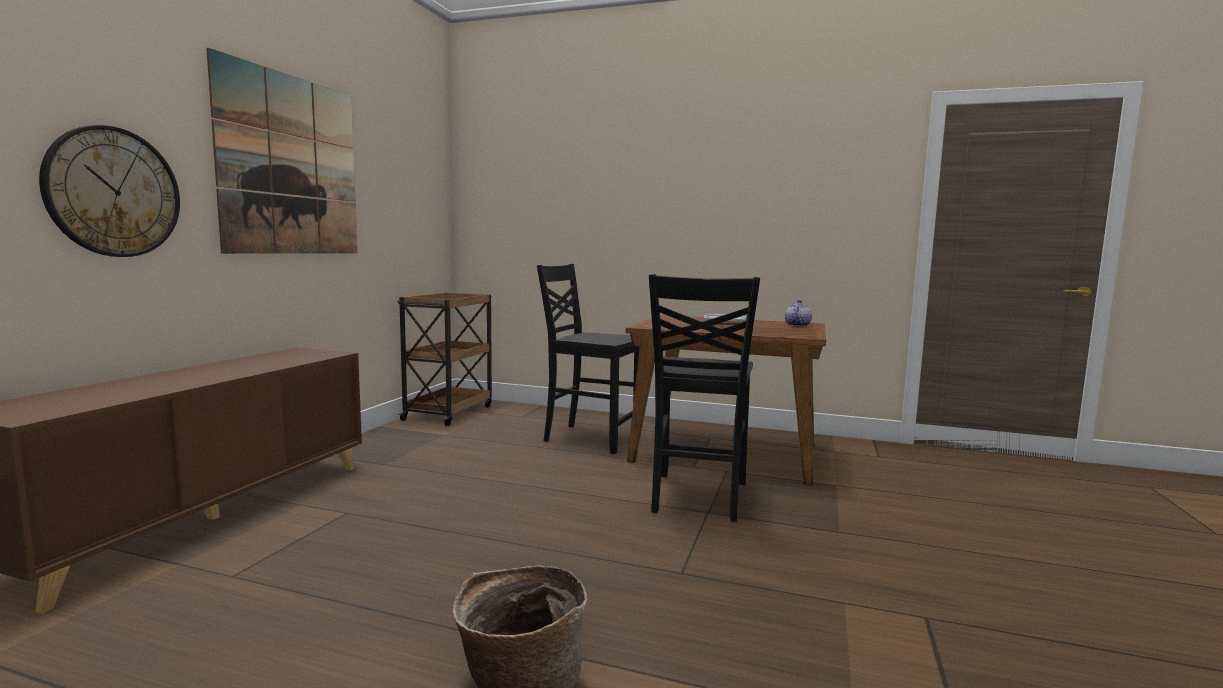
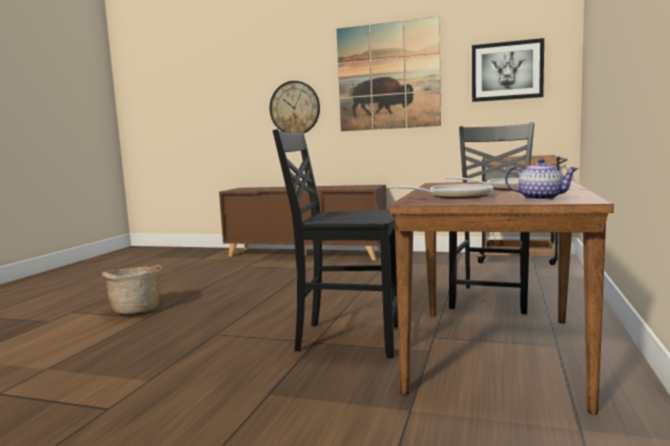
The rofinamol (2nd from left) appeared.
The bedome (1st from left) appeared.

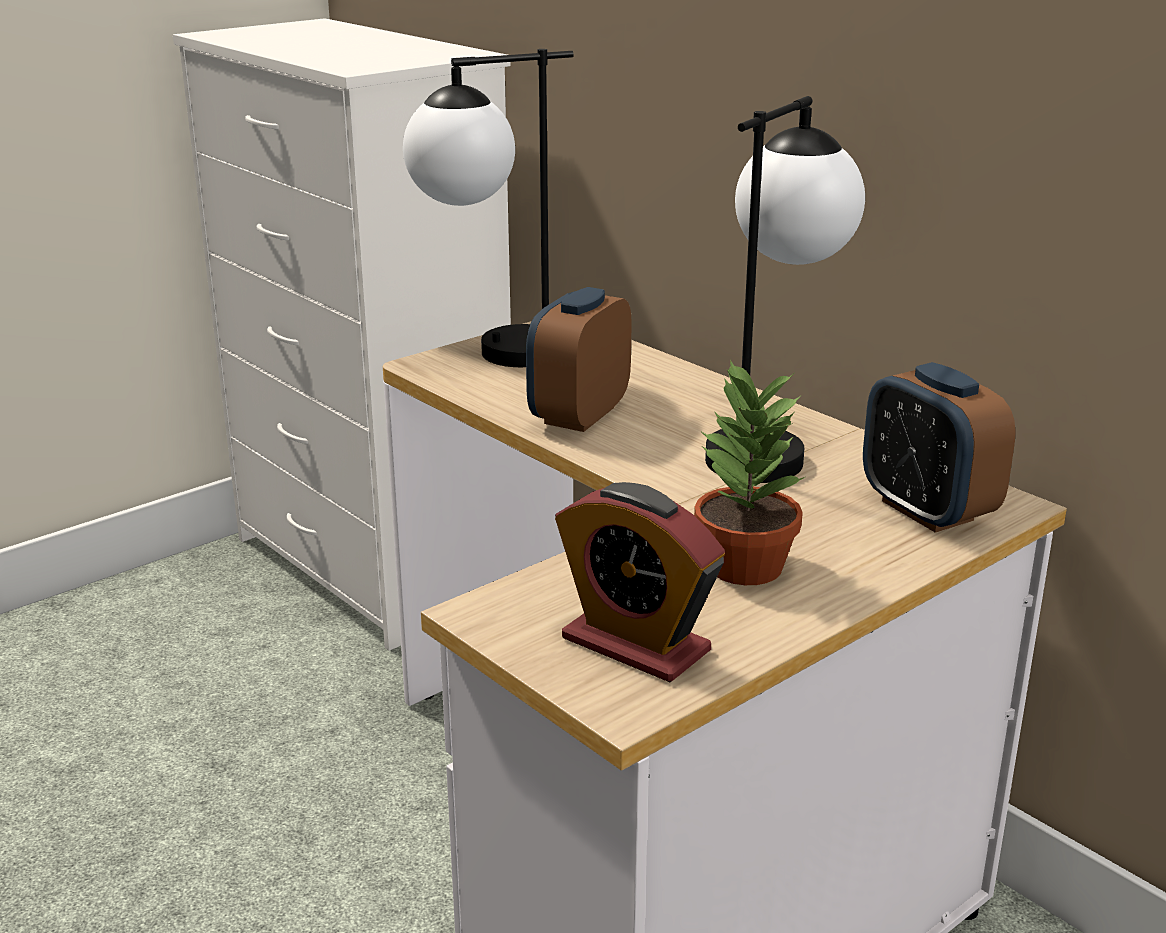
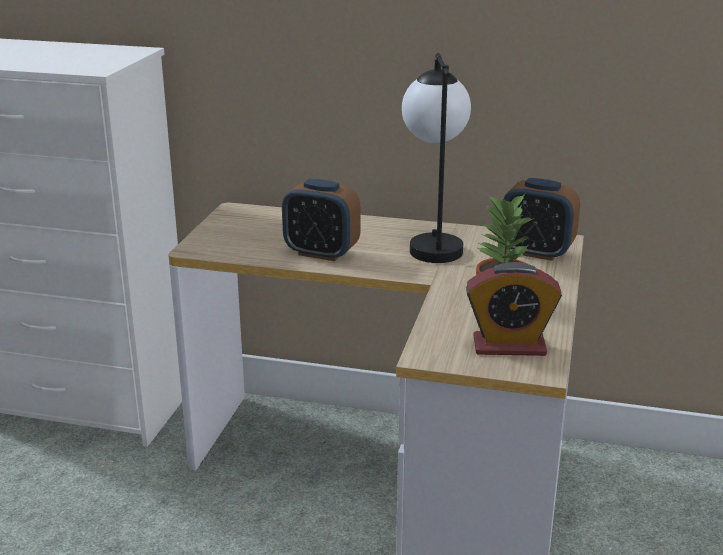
The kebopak (1st from left) disappeared.
The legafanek (1st from left) turned 60 degrees counterclockwise.

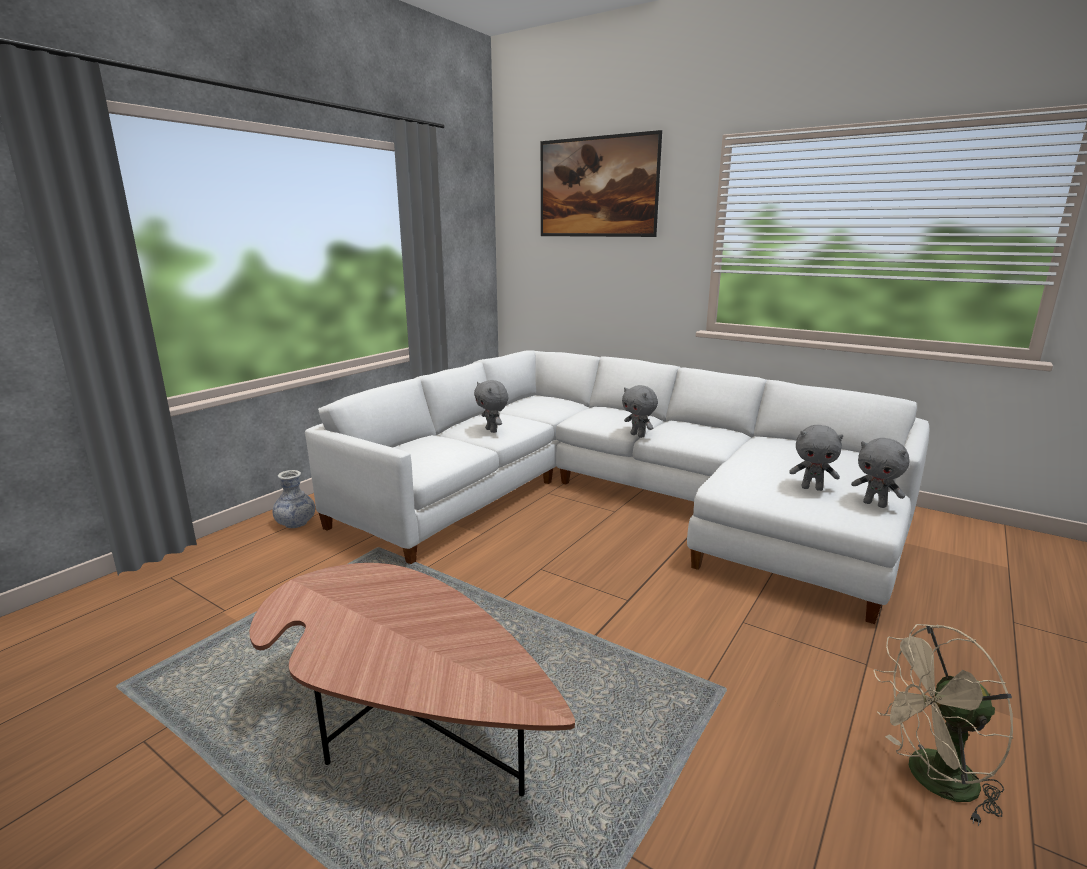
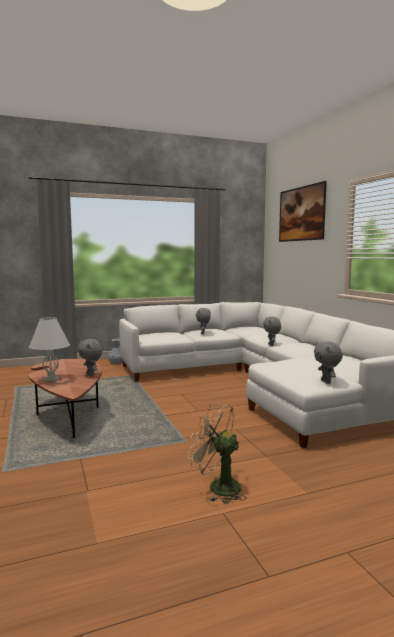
The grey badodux (3rd from left in the first image) moved.
The white kebopak appeared.

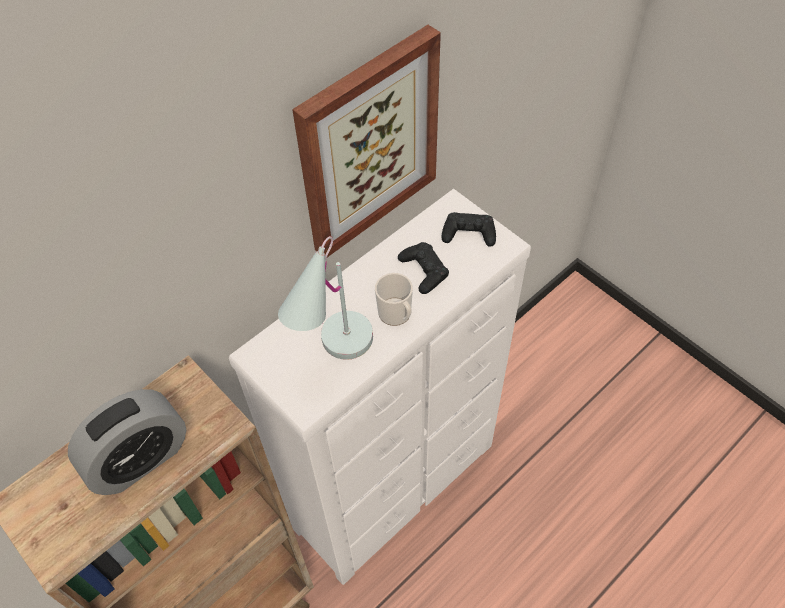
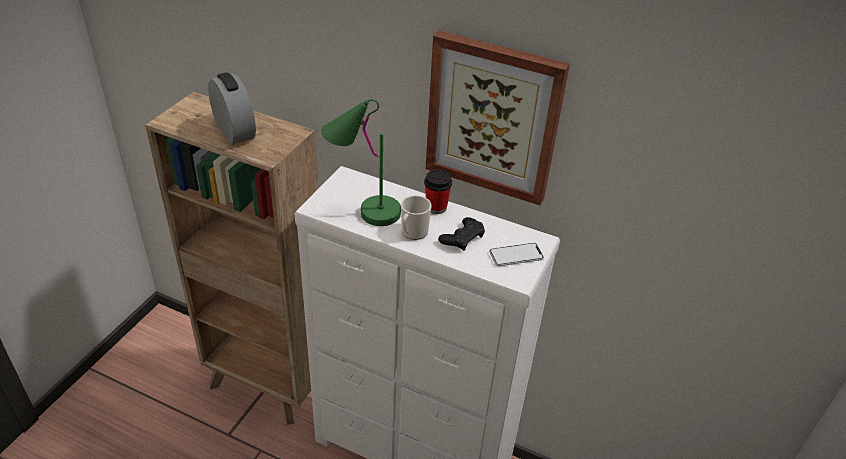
The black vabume (2nd from left) was replaced by the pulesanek.
The white kebopak became the green kebopak.
The legafanek turned 150 degrees counterclockwise.
The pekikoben appeared.

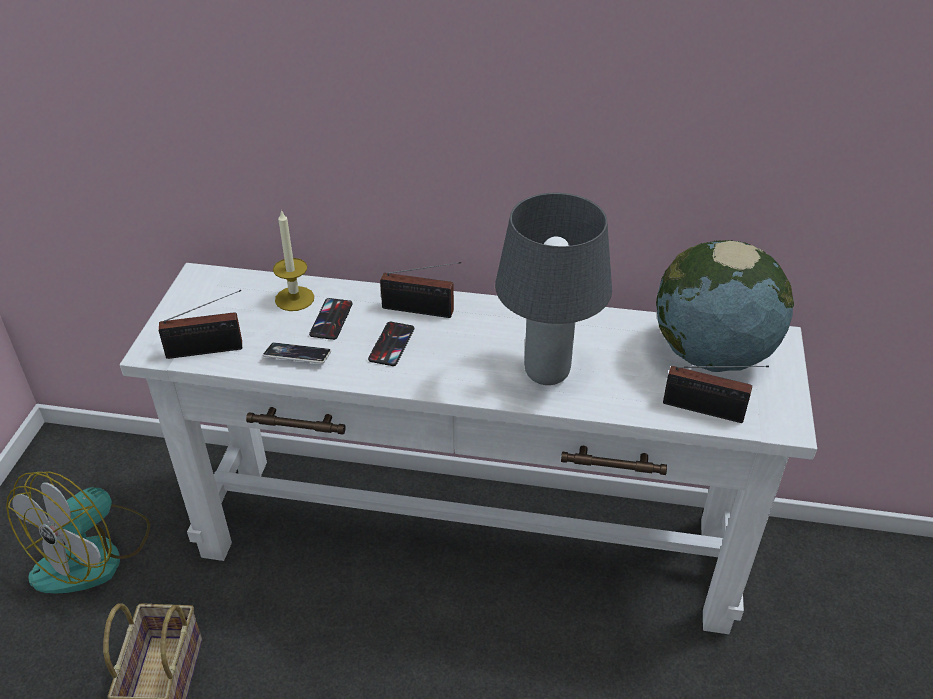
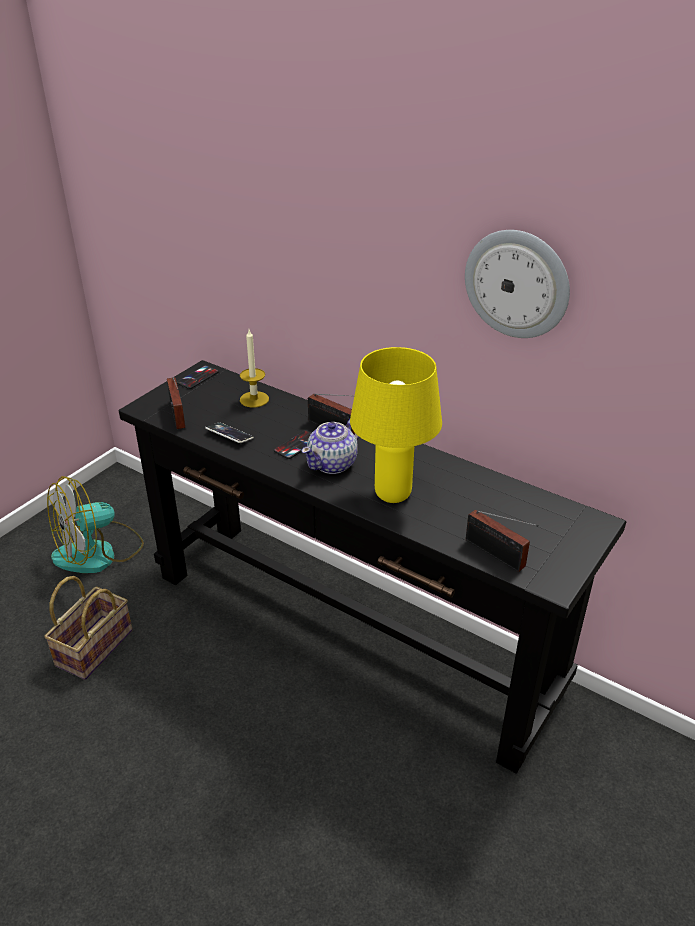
The grey kebopak became the yellow kebopak.
The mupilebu disappeared.
The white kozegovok became the black kozegovok.
The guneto (1st from left) turned 60 degrees clockwise.
The pulesanek (2nd from left in the first image) moved.
The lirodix appeared.
The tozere appeared.

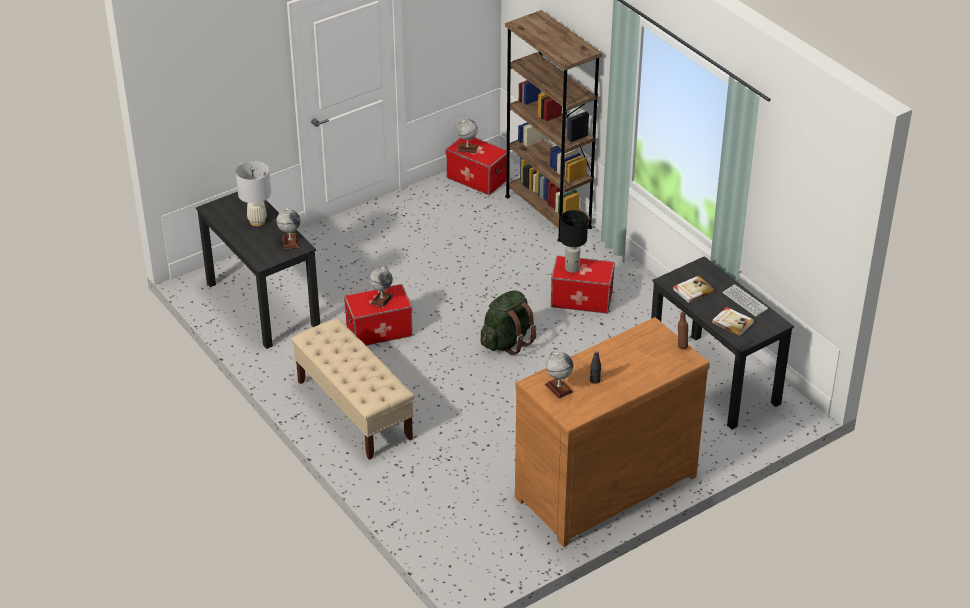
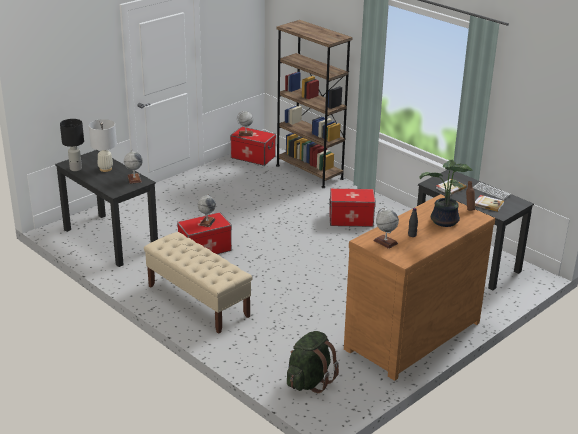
The black kebopak moved.
The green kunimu moved.
The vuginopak appeared.

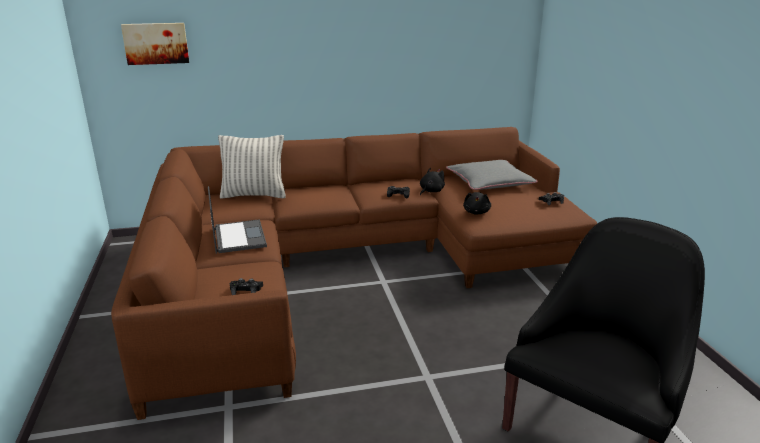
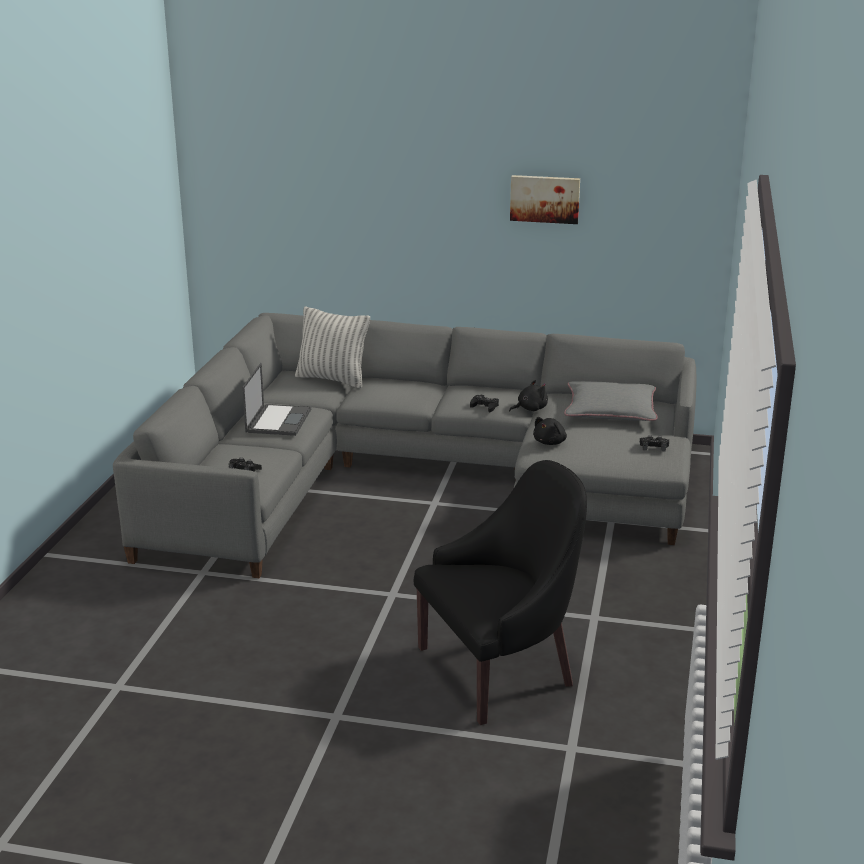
The rofinamol moved.
The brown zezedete became the grey zezedete.

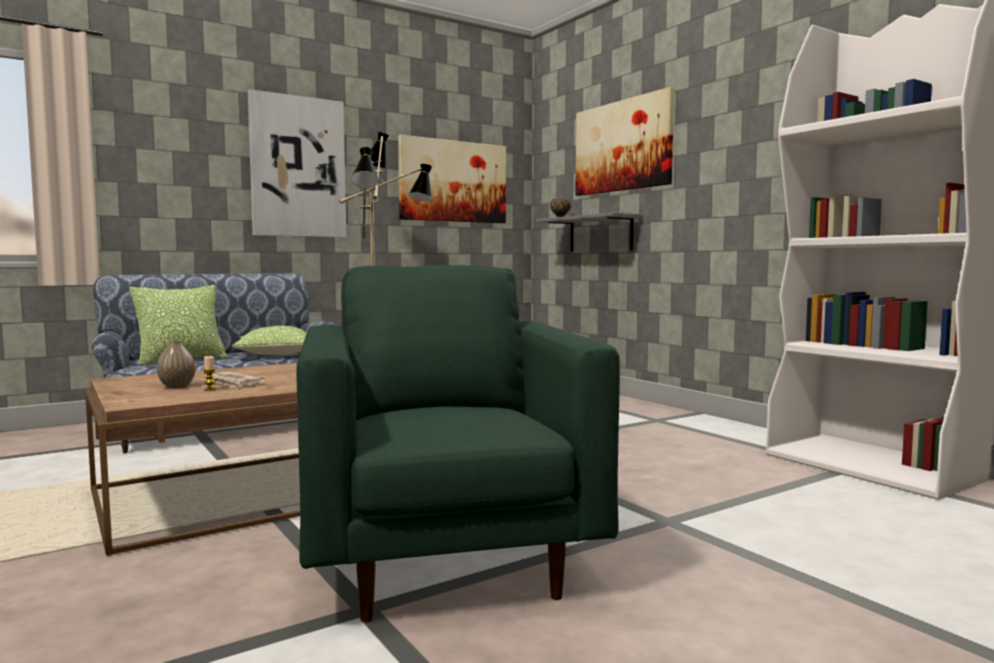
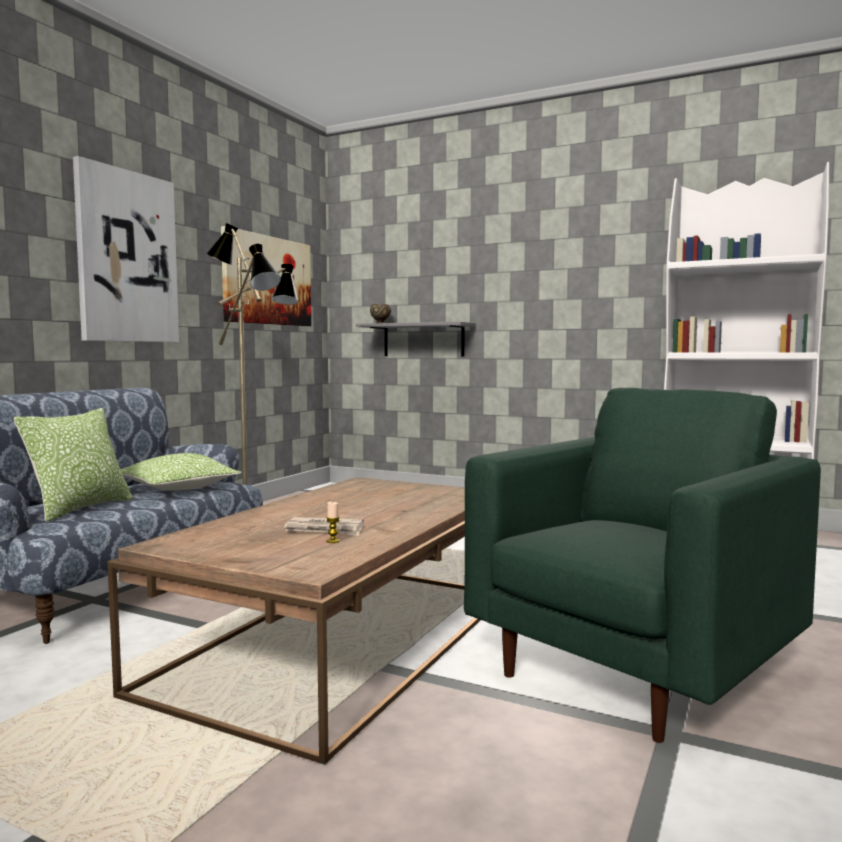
The rofinamol (3rd from left) disappeared.
The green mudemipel turned 90 degrees clockwise.
The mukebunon disappeared.

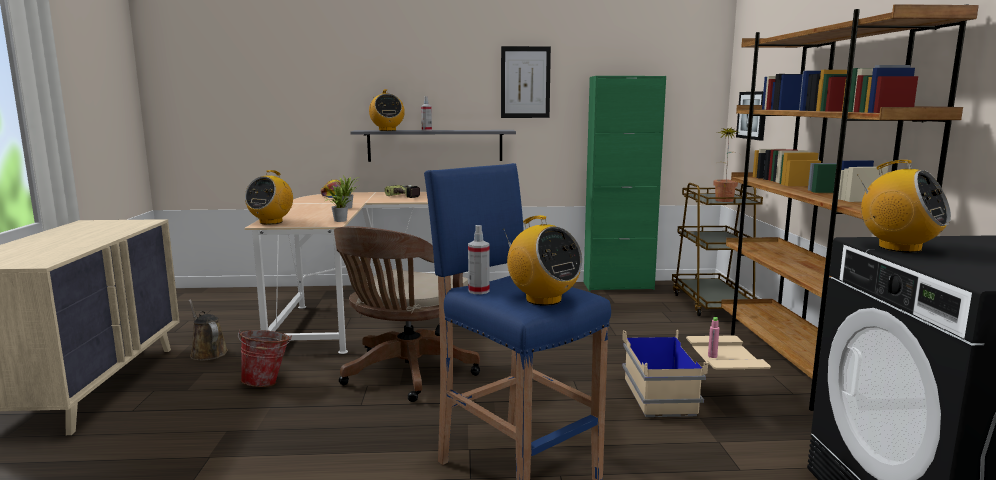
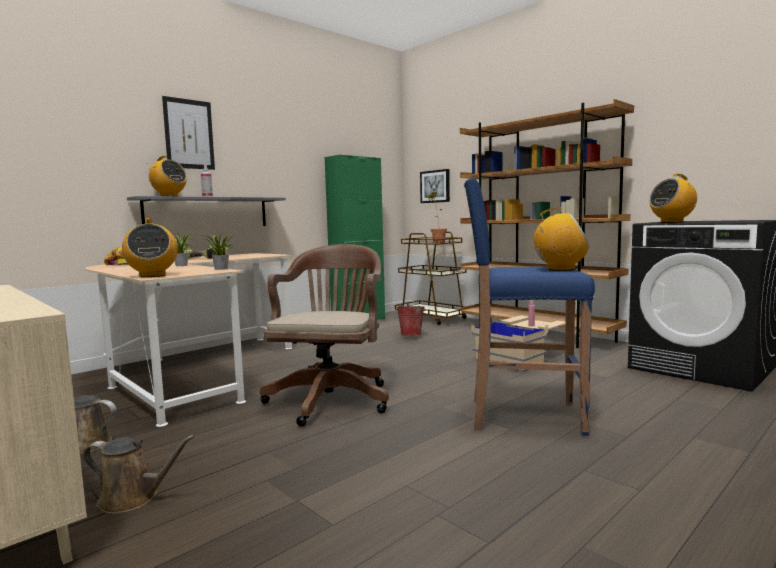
The rofinamol (1st from left) moved.
The guneto (4th from left) turned 150 degrees clockwise.
The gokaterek (2nd from left) disappeared.
The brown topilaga turned 150 degrees counterclockwise.
The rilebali moved.
The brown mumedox (2nd from left) appeared.

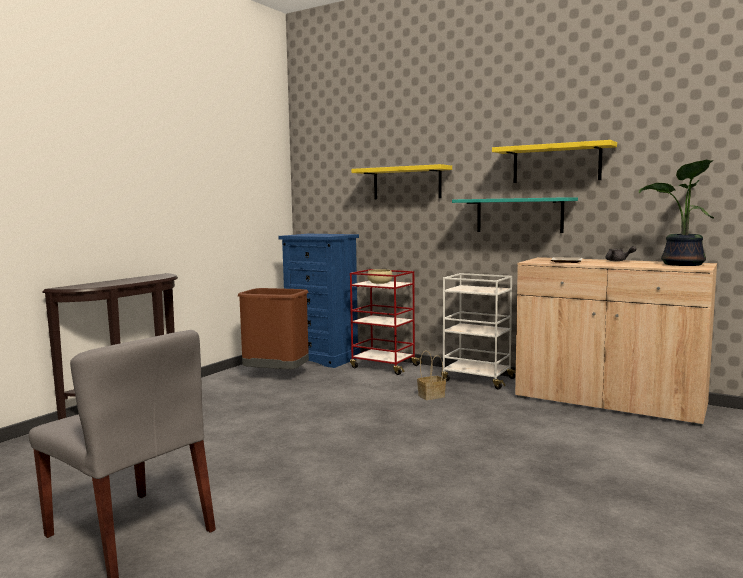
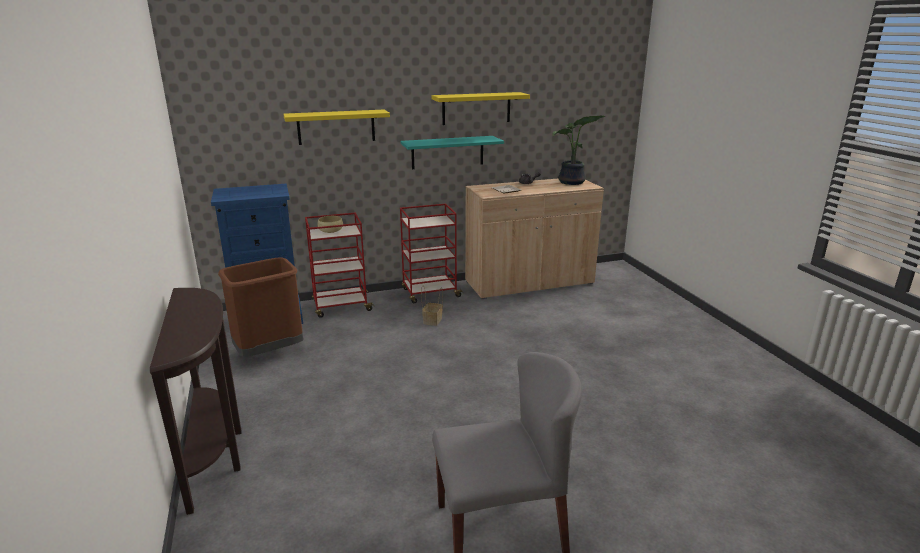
The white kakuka became the red kakuka (2nd from left).

